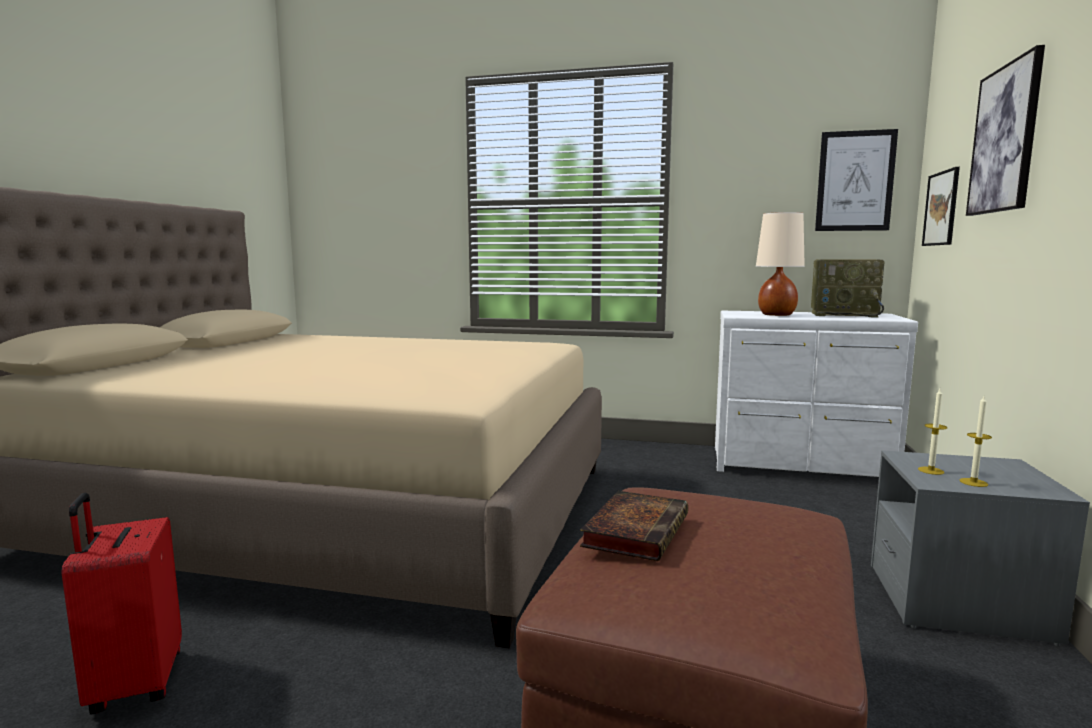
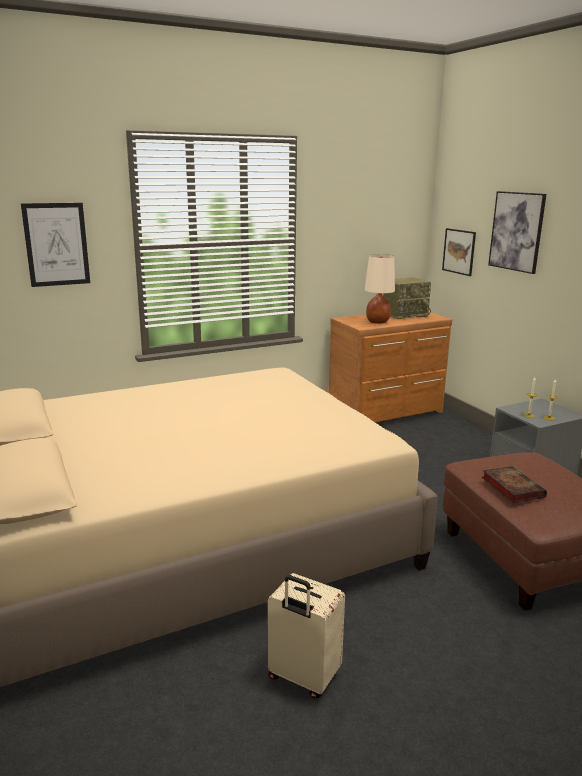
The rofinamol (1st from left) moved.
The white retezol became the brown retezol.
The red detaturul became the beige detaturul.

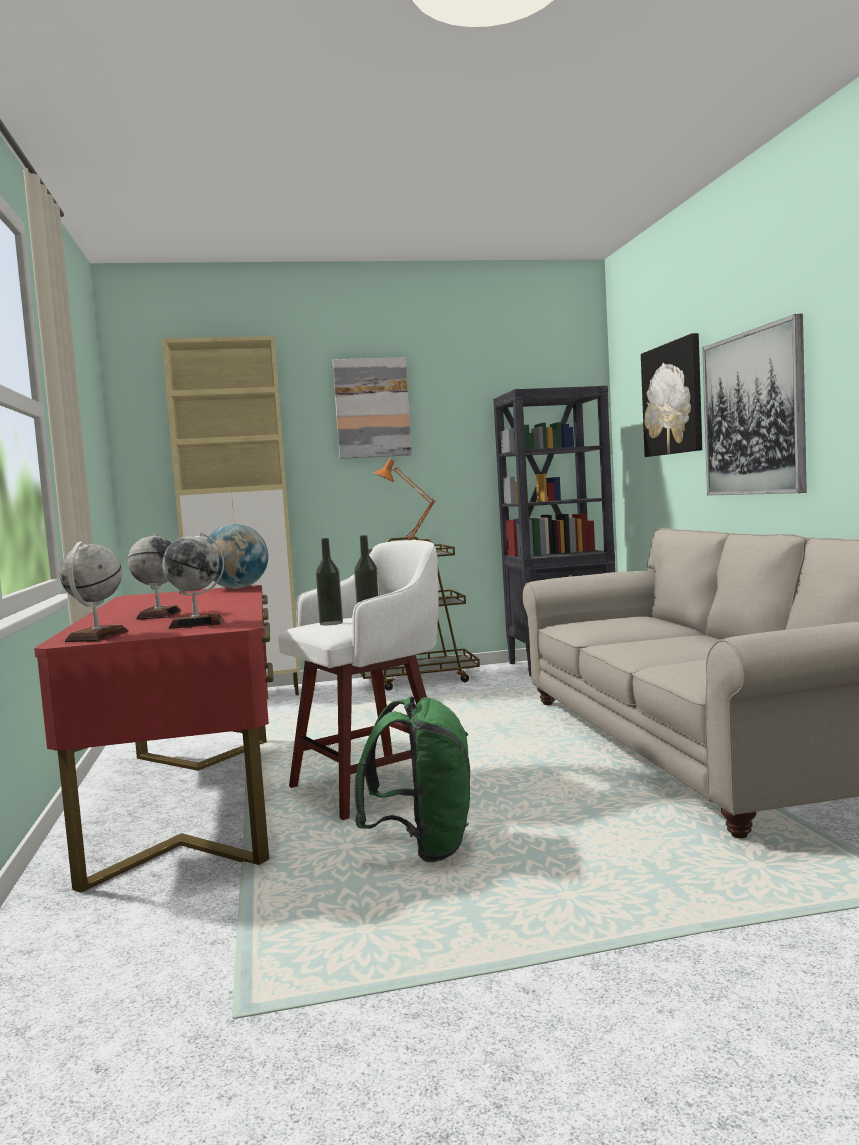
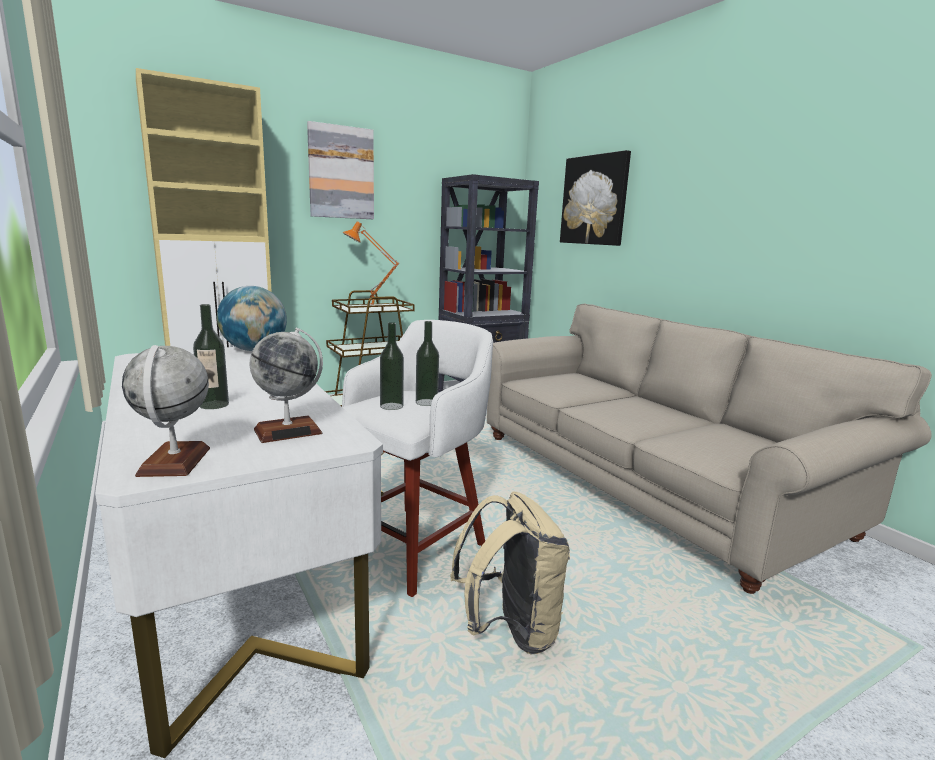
The rofinamol (3rd from left) disappeared.
The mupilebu (2nd from left) was replaced by the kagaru (1st from left).
The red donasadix became the white donasadix.
The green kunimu became the beige kunimu.

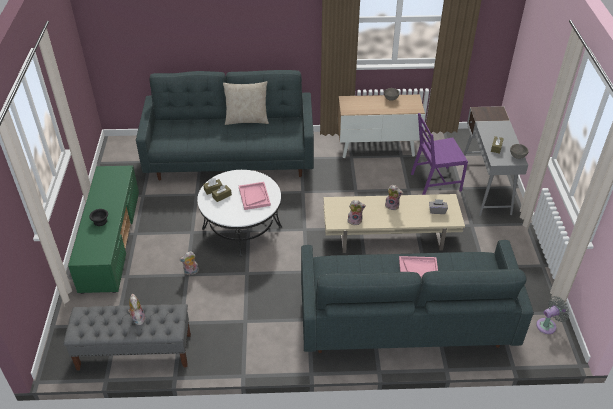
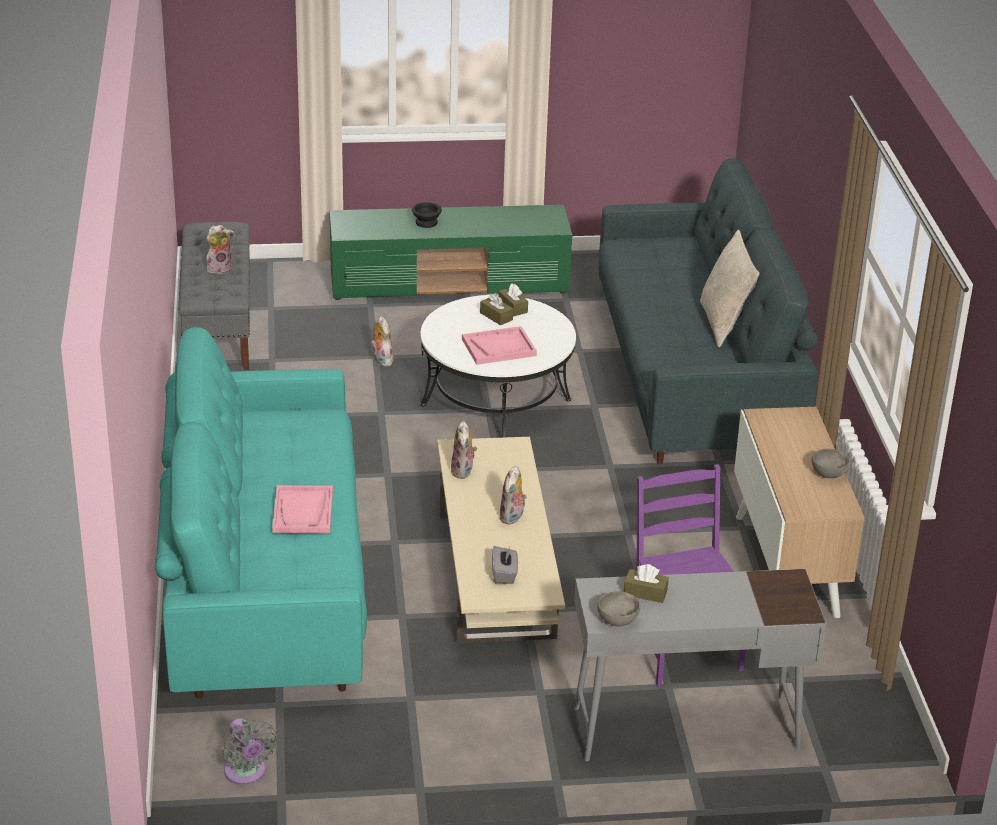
The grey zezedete (2nd from left) became the turquoise zezedete.

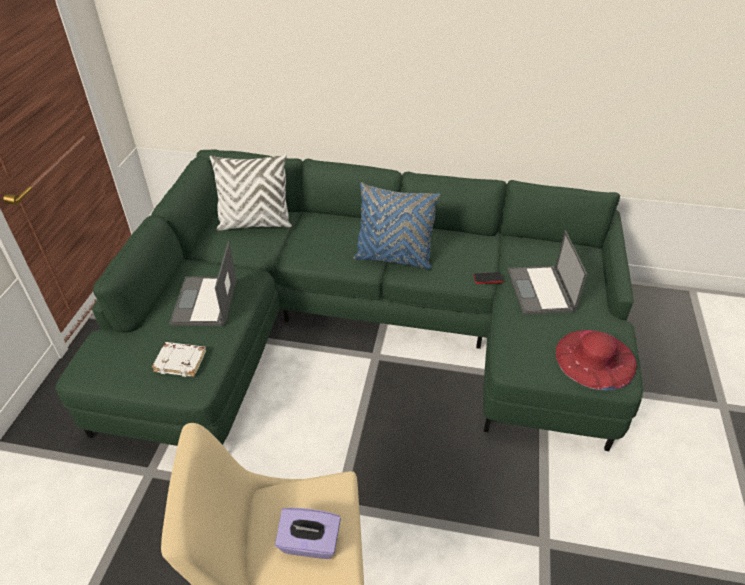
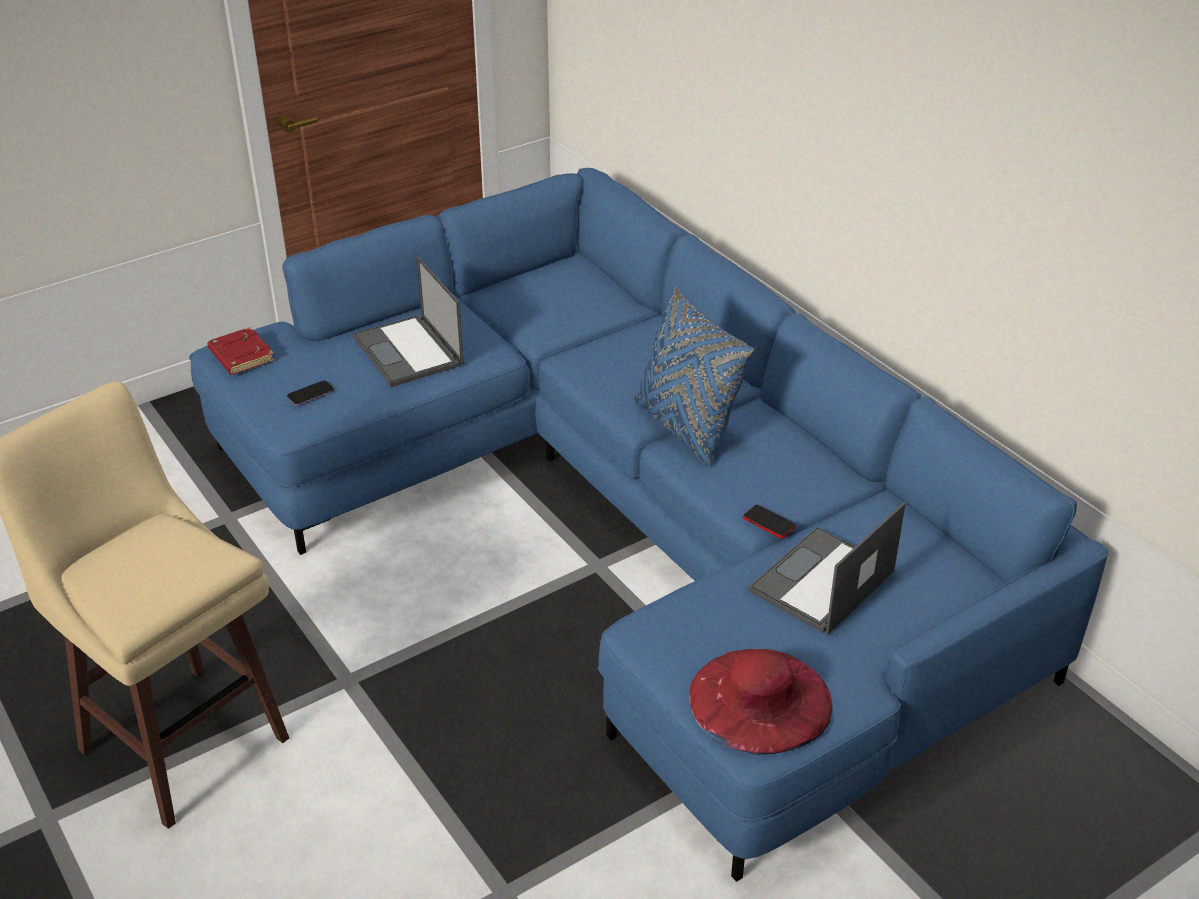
The green zezedete became the blue zezedete.
The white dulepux disappeared.
The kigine (1st from left) turned 75 degrees counterclockwise.
The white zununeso was replaced by the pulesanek (1st from left).
The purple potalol disappeared.
The red zununeso appeared.

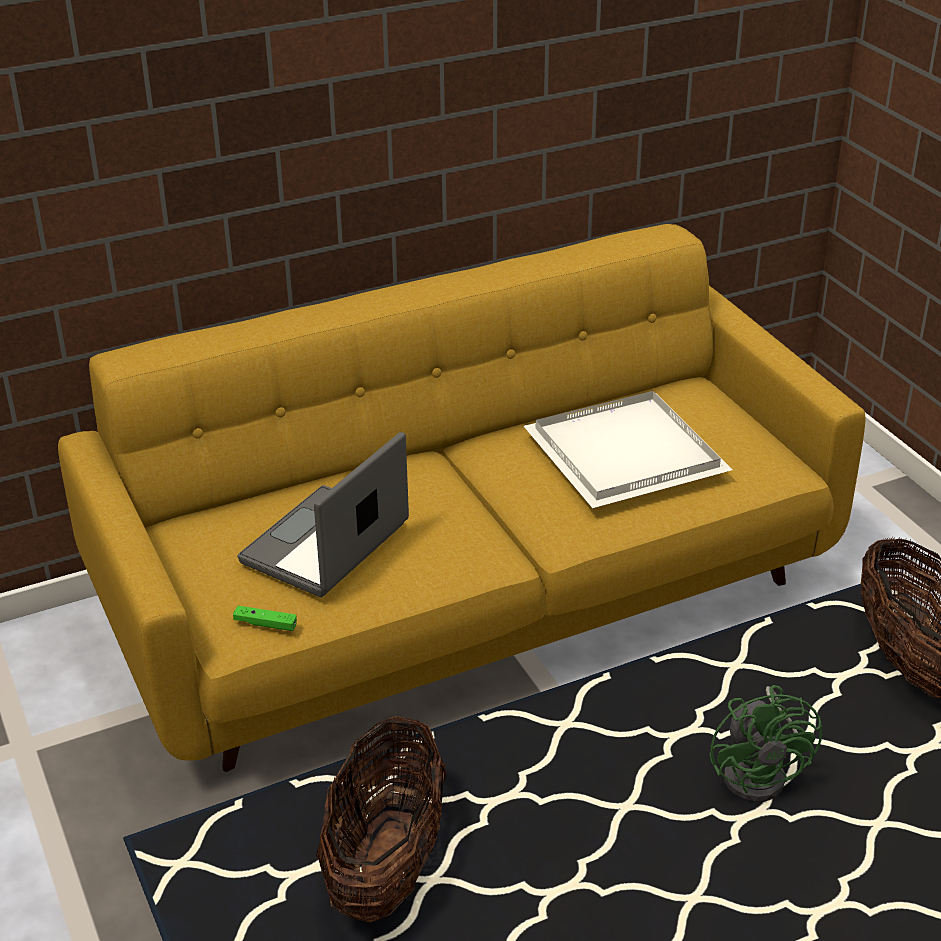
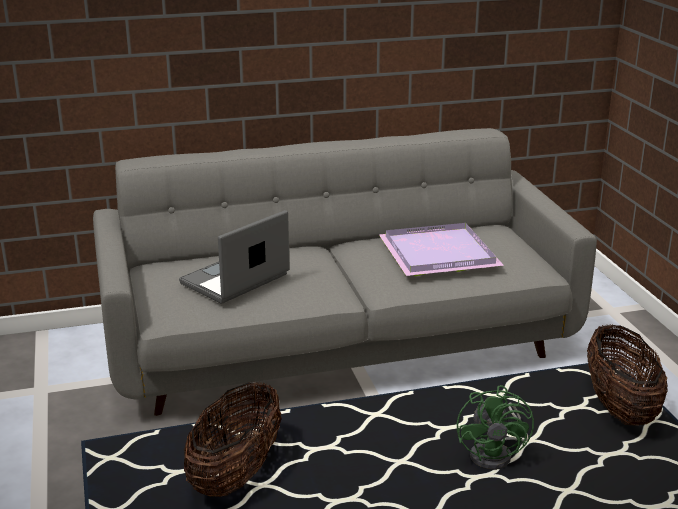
The yellow zezedete became the grey zezedete.
The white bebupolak became the purple bebupolak.
The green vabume disappeared.

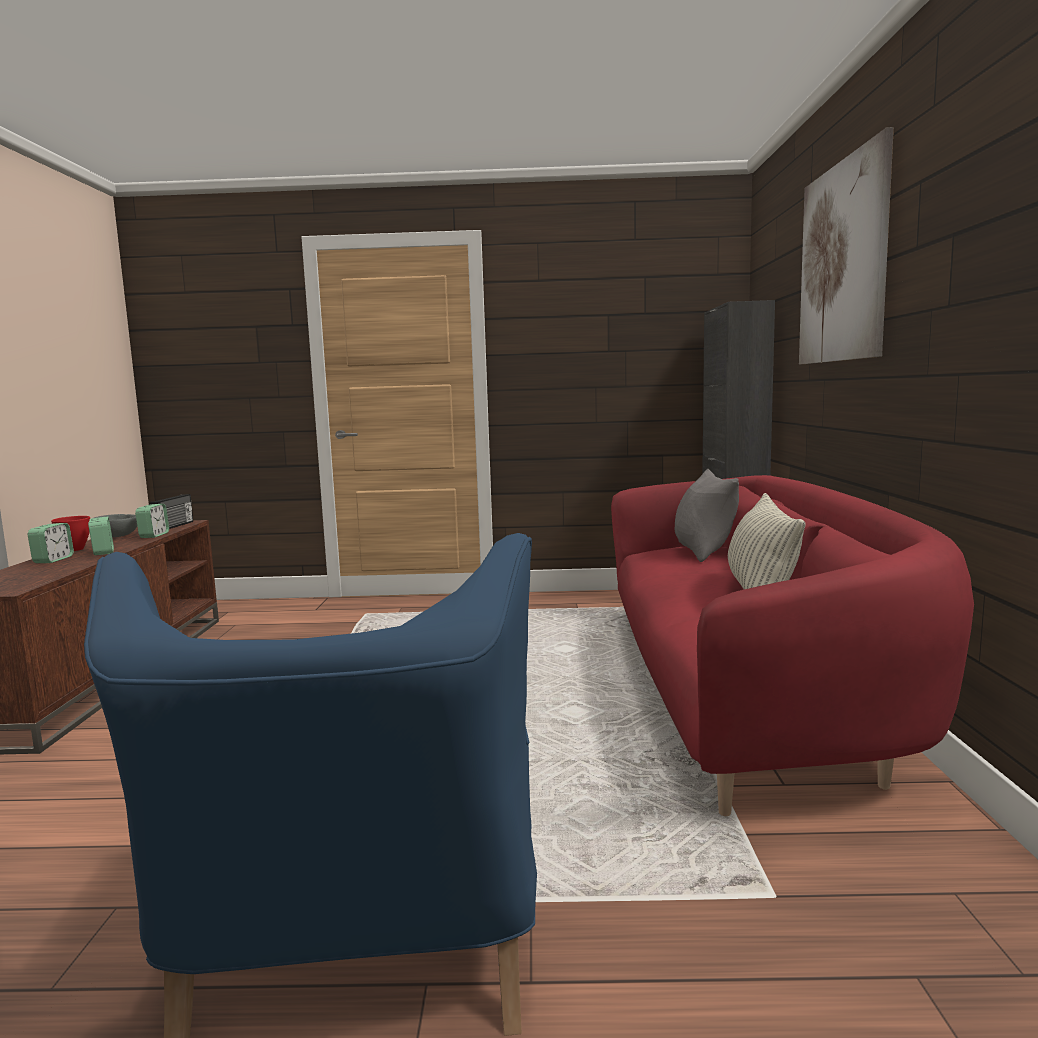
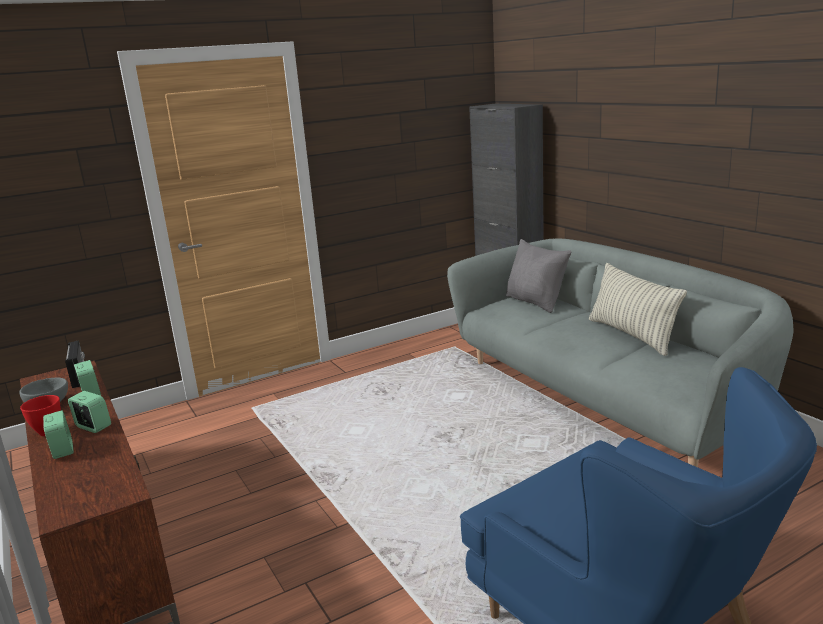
The rofinamol disappeared.
The red zezedete became the grey zezedete.

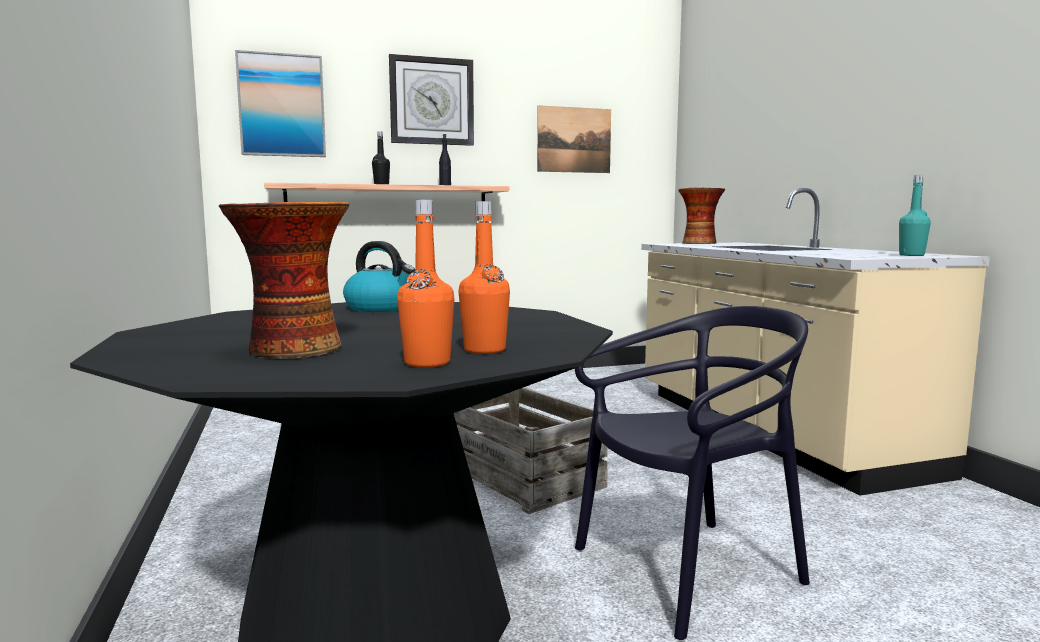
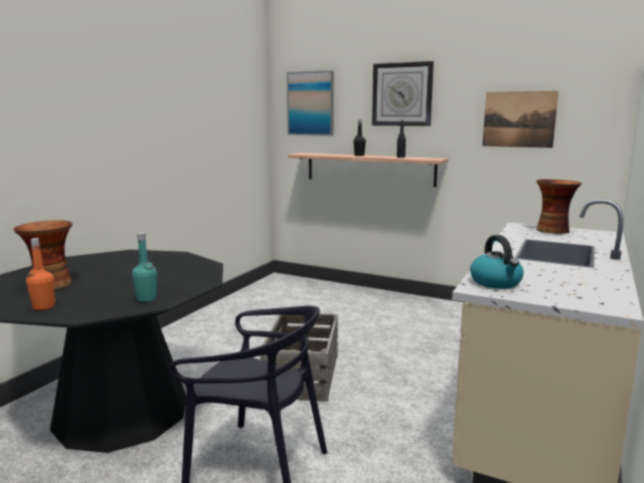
The turquoise kagaru moved.
The orange kagaru (2nd from left) disappeared.
The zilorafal moved.

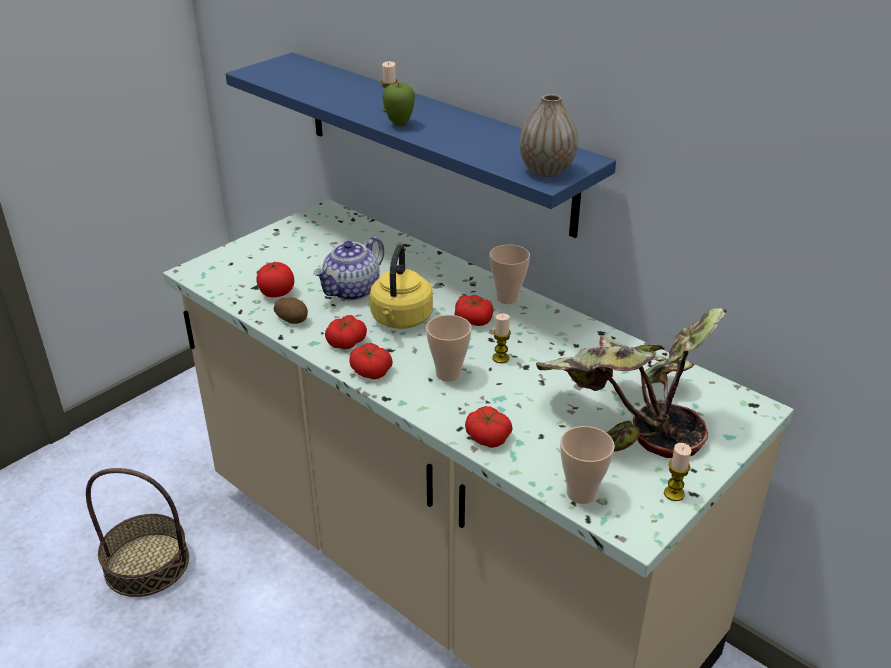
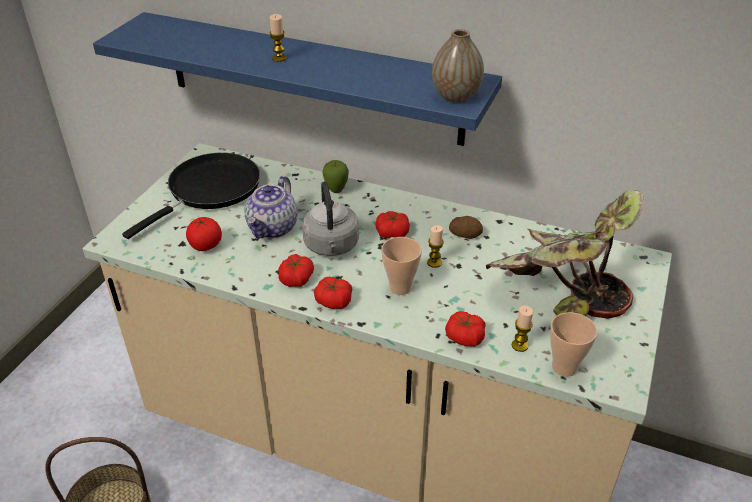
The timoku moved.
The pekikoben (2nd from left) disappeared.
The yellow zilorafal became the grey zilorafal.
The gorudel moved.
The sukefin (3rd from left) moved.
The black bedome appeared.

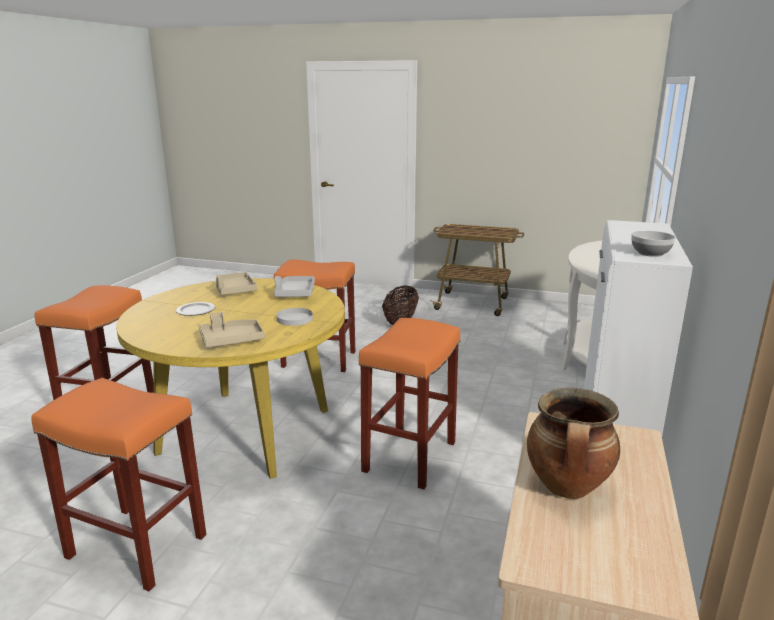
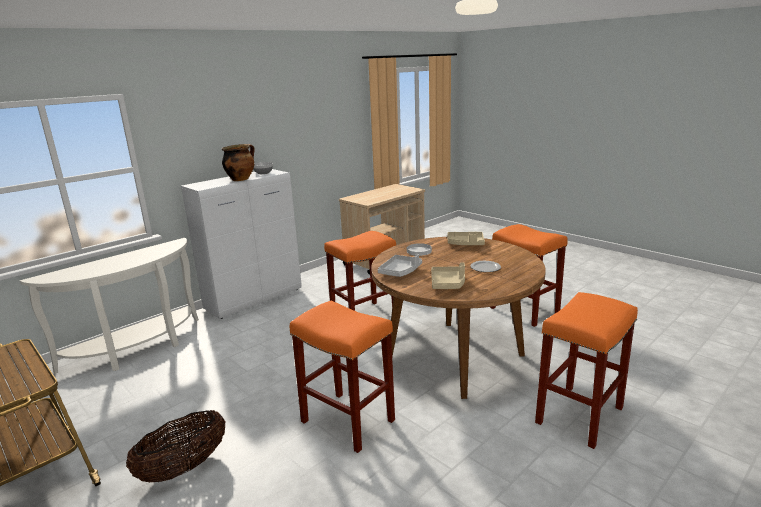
The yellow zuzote became the brown zuzote.
The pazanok moved.

